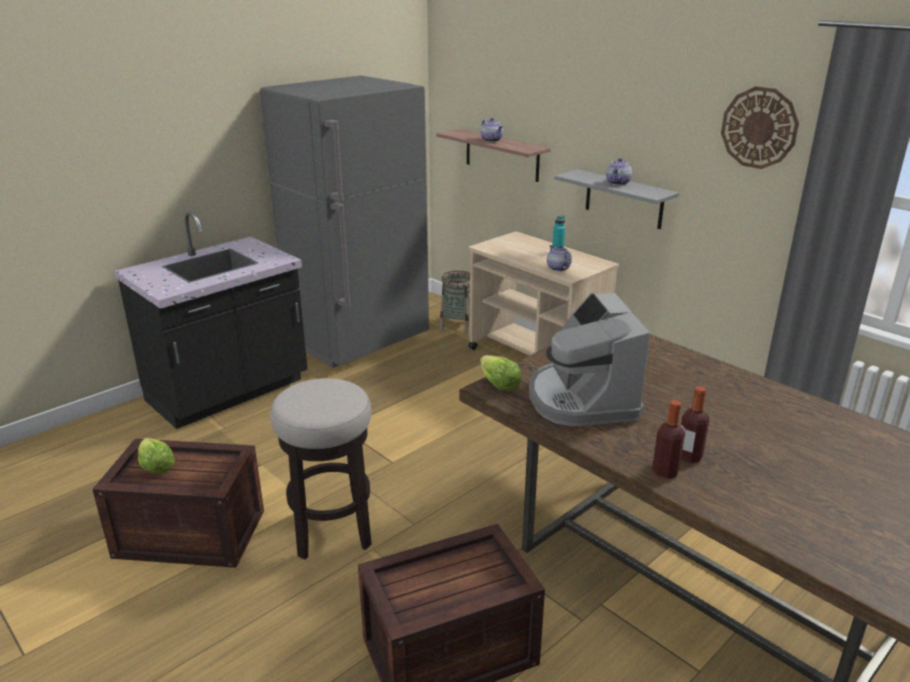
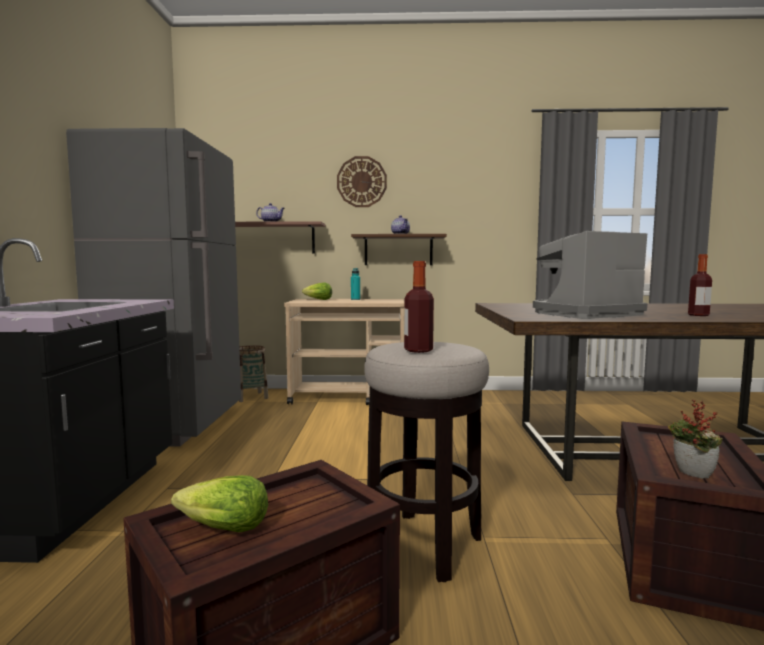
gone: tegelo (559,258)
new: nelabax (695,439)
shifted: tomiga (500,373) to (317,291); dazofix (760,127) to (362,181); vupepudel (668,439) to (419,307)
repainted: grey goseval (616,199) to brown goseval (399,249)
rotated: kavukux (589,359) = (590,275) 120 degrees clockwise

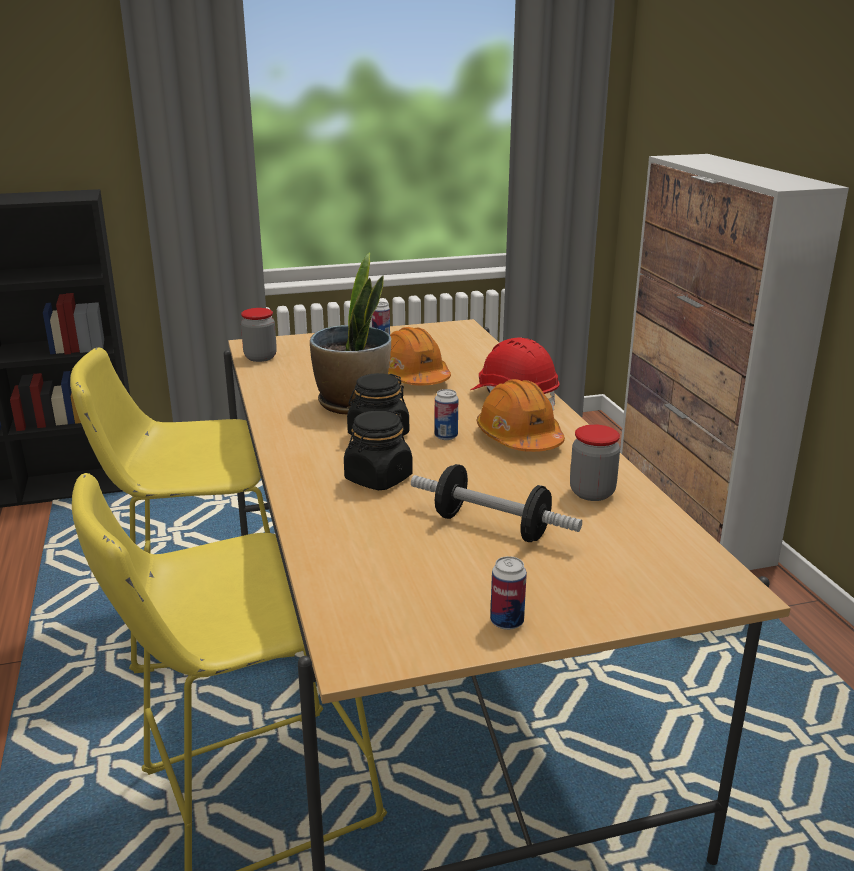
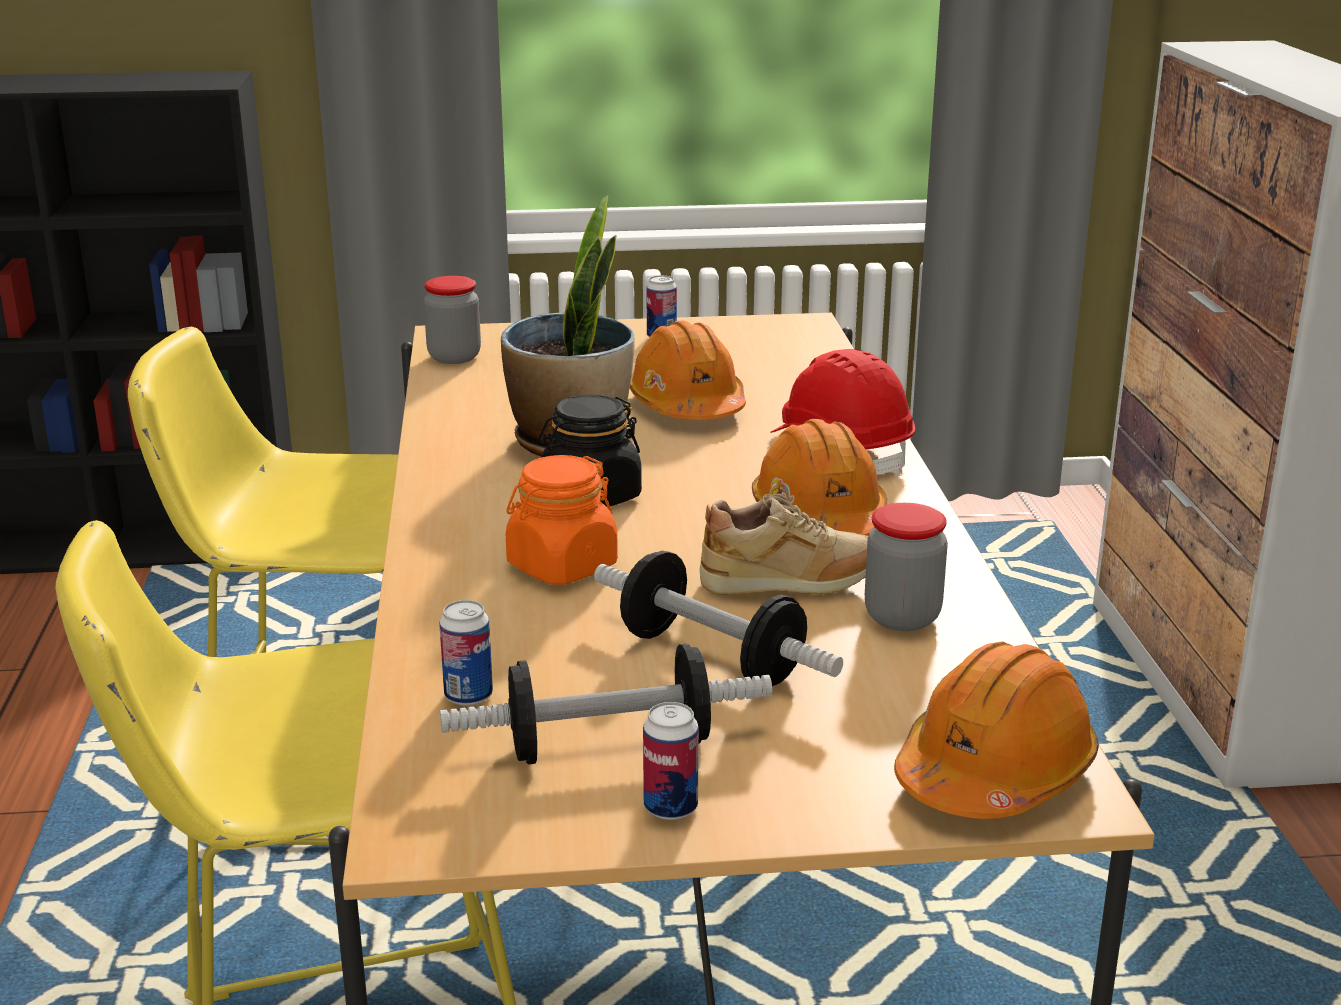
new: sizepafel (606,704); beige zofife (784,544); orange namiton (996,730)
shifted: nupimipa (446,414) to (466,653)
repainted: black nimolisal (378,450) to orange nimolisal (562,519)

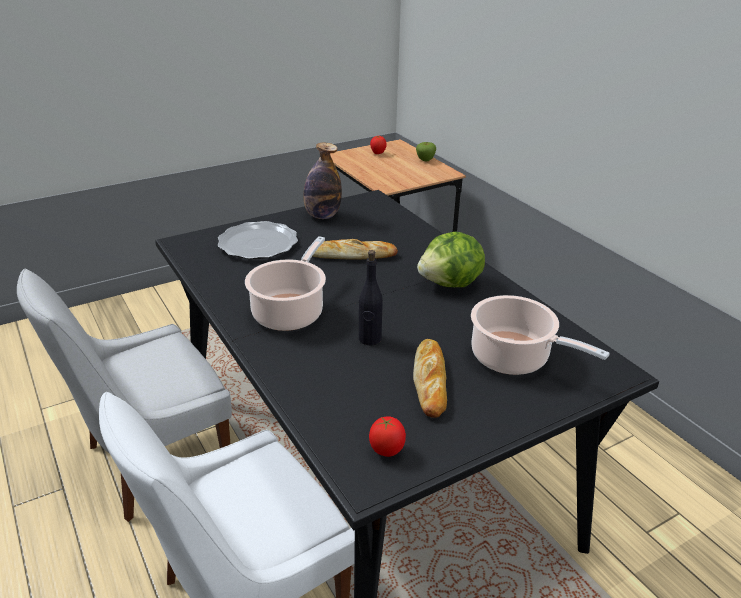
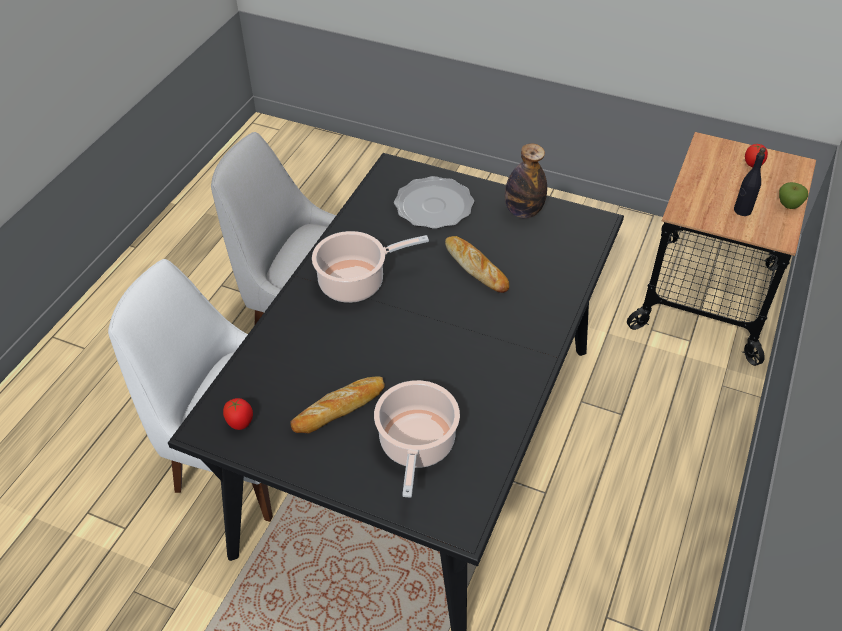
gone: tomiga (451,259)
shifted: black vupepudel (371,297) to (750,182)

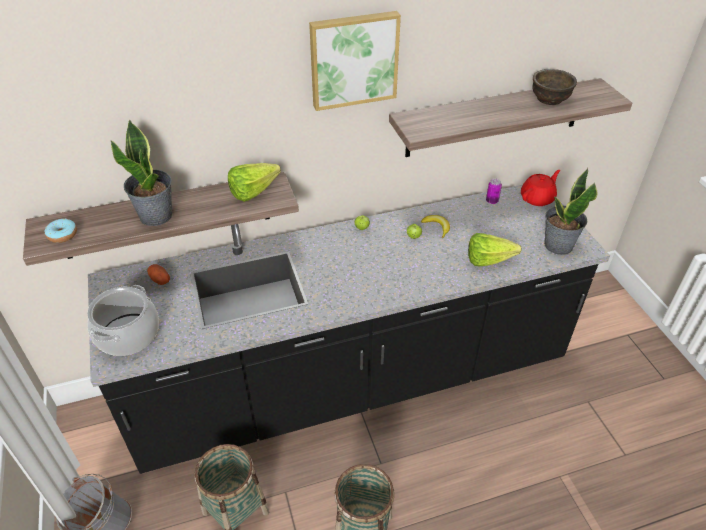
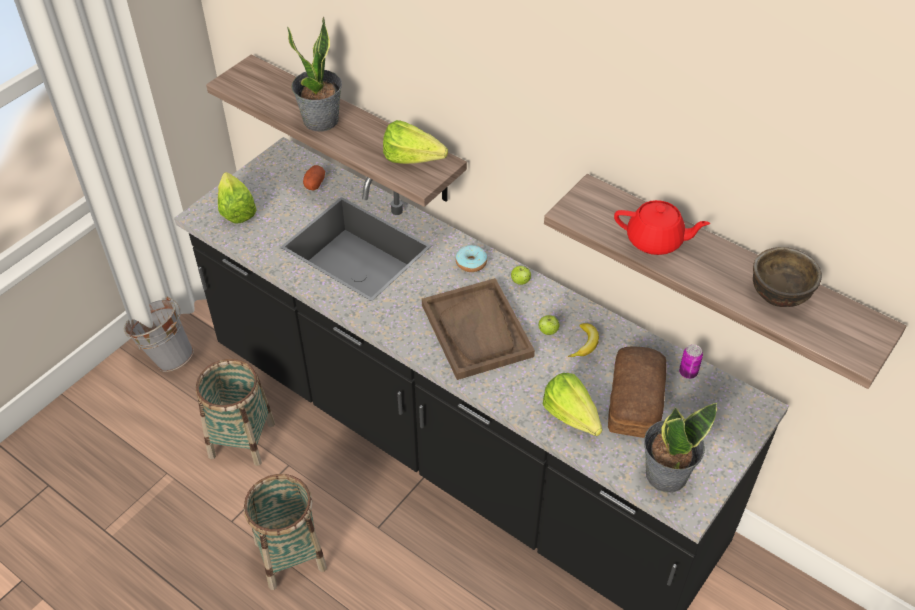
gone: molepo (355,61)
new: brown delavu (478,329); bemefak (637,392)
shifted: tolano (61,230) to (471,258); red tegelo (540,188) to (662,227)
swapped: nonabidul (123,320) to tomiga (237,198)

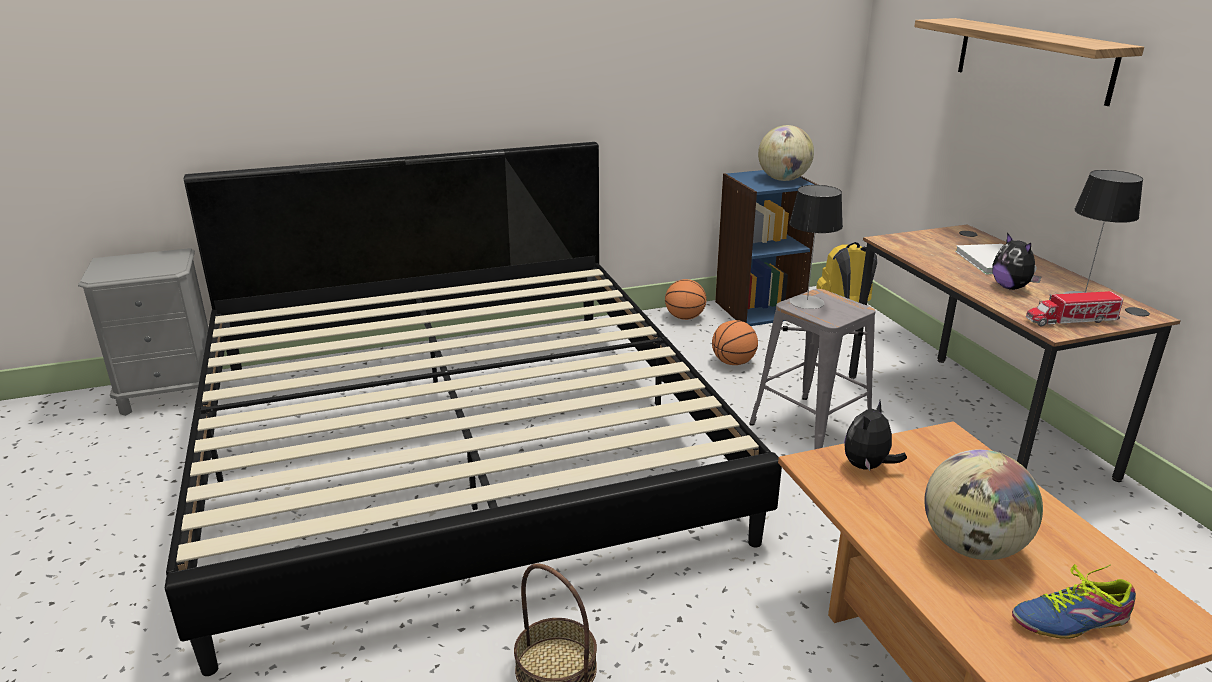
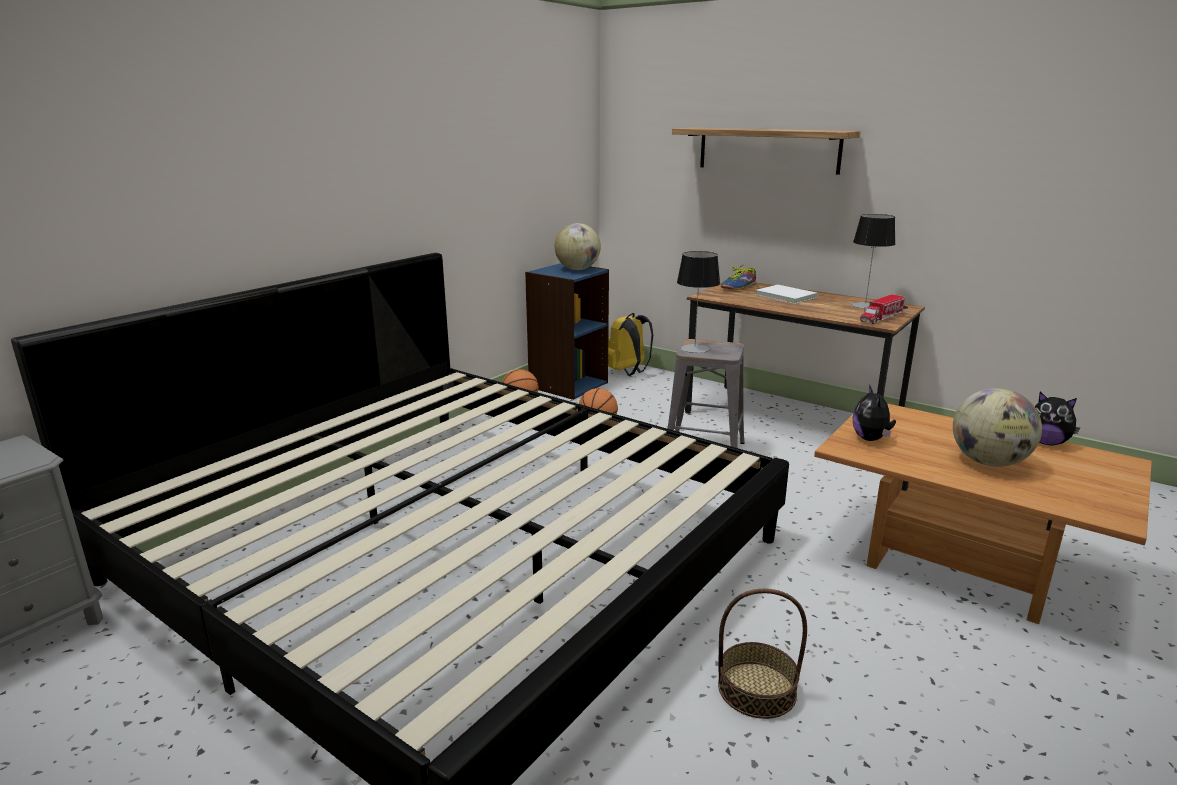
shifted: zofife (1074,601) to (738,277); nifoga (1017,261) to (1057,418)

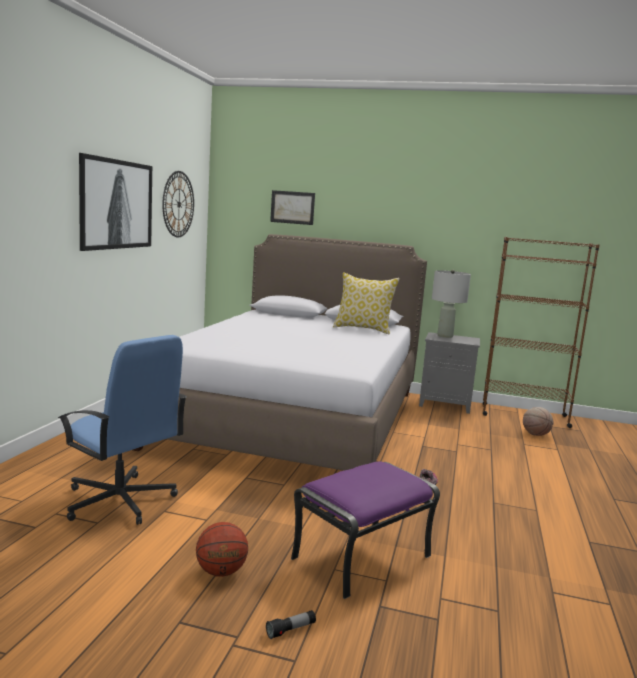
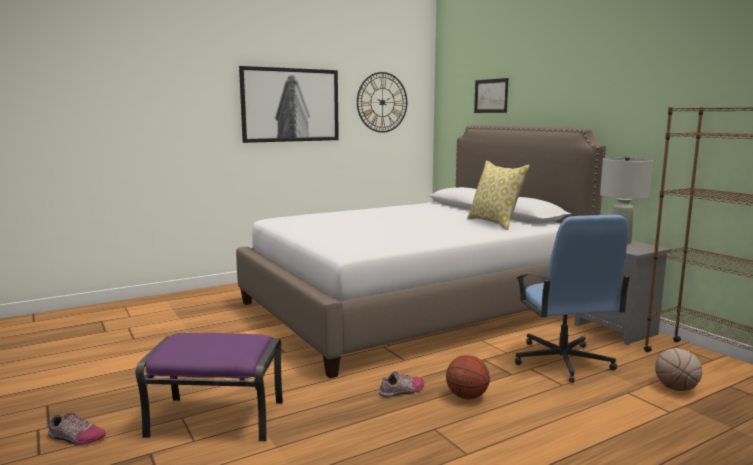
shifted: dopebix (222,549) to (468,377); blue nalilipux (122,430) to (573,299)
swapped: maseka (291,624) to zofife (77,428)

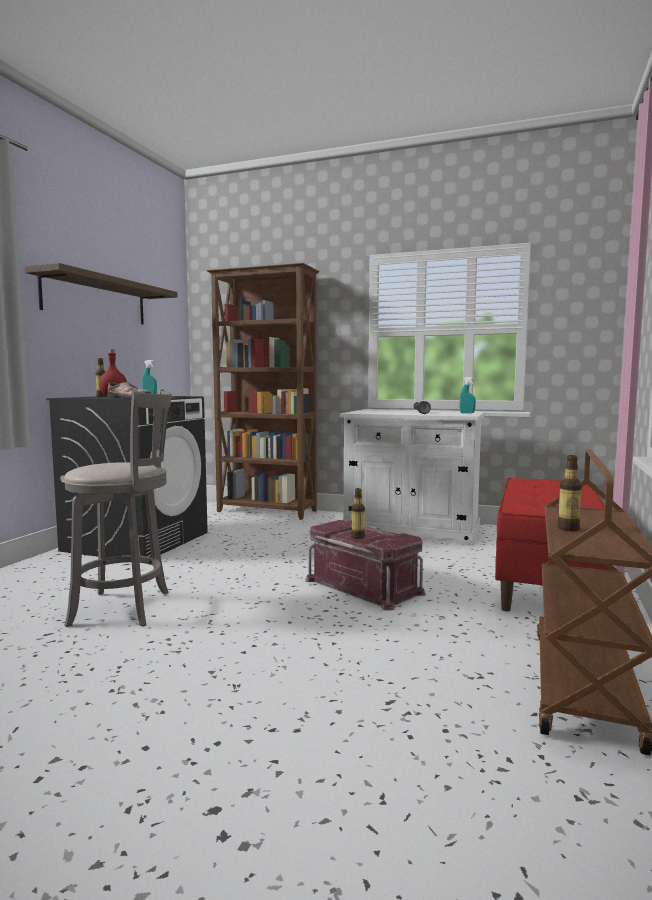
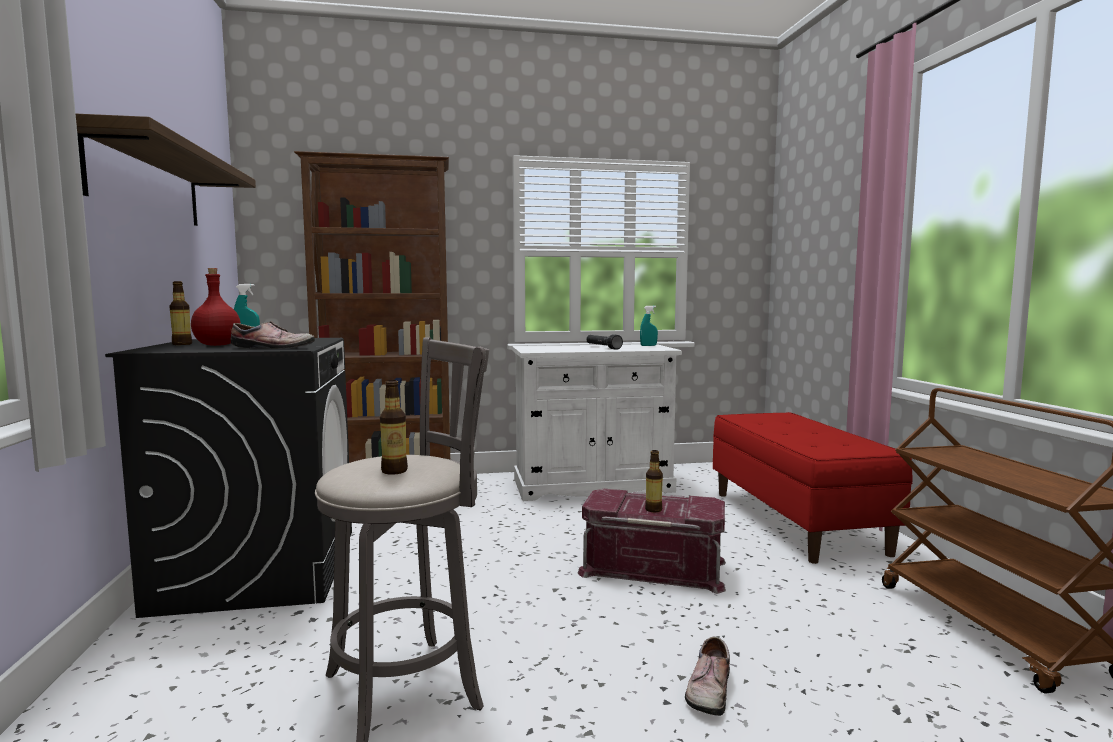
new: zofife (707,676)
shifted: vupepudel (569,493) to (394,427)

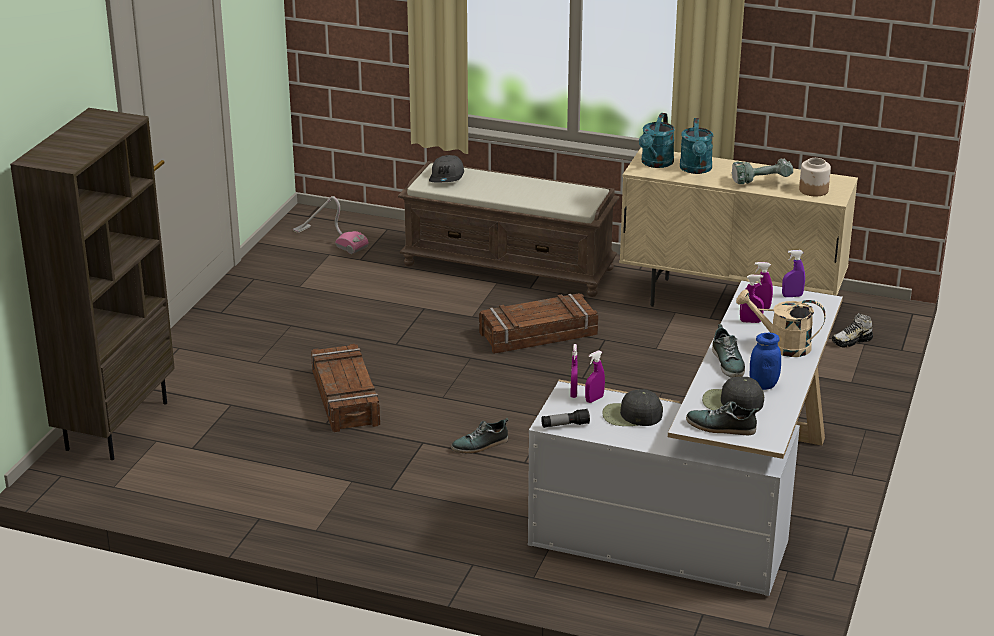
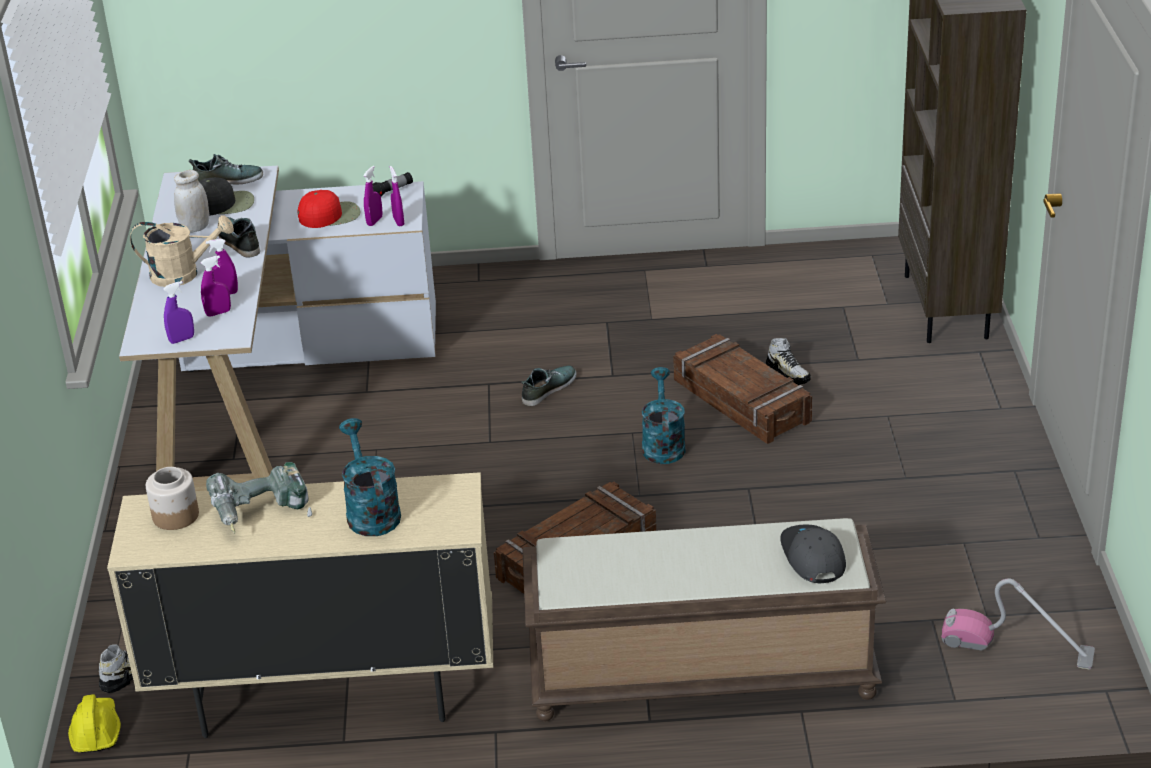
new: yellow namiton (94,723); zofife (788,361)
shifted: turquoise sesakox (657,140) to (664,415)
repainted: blue nimolisal (765,361) to white nimolisal (191,201); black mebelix (633,407) to red mebelix (329,209)

